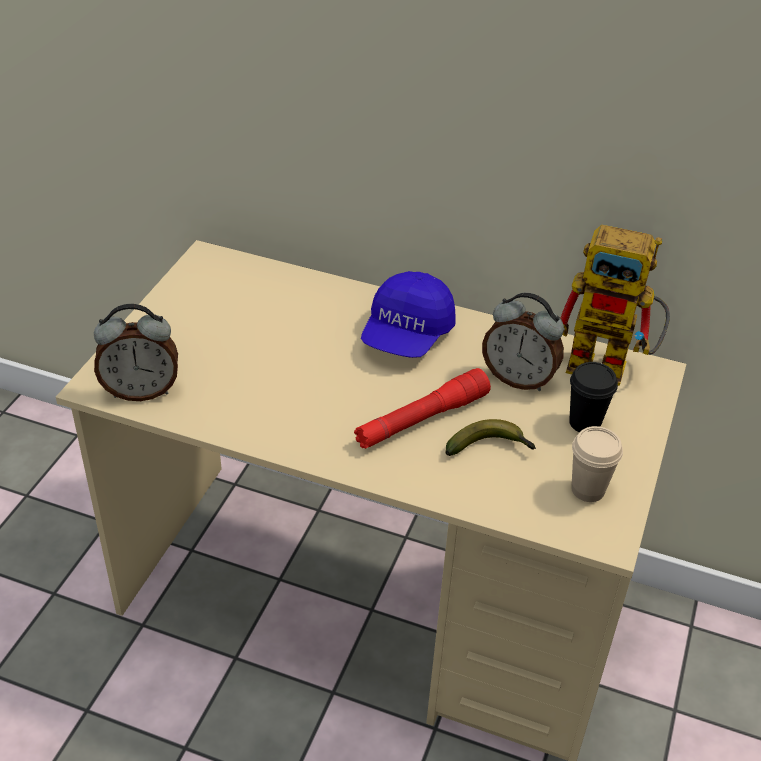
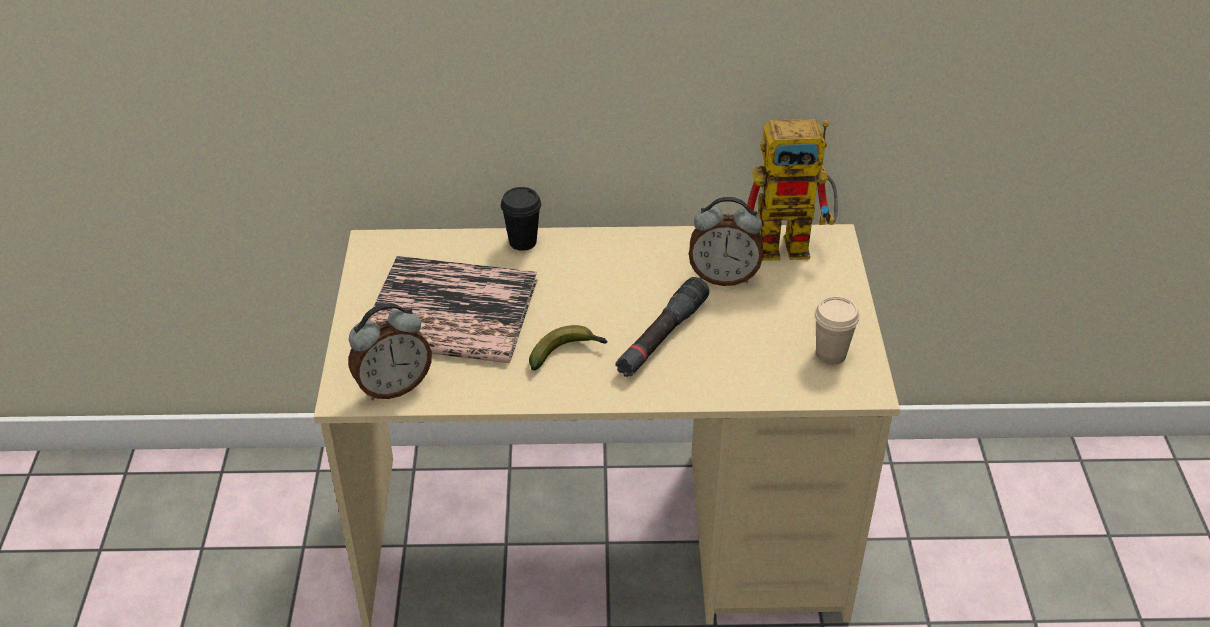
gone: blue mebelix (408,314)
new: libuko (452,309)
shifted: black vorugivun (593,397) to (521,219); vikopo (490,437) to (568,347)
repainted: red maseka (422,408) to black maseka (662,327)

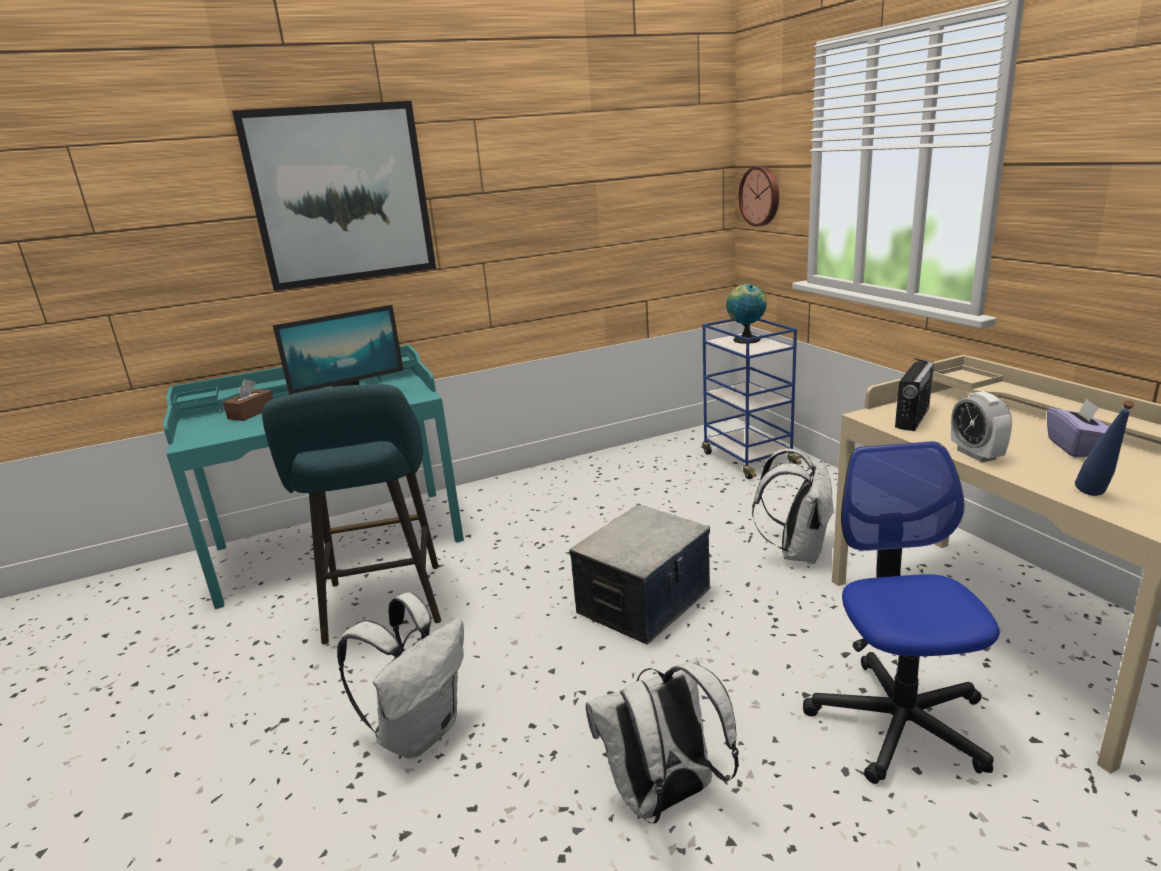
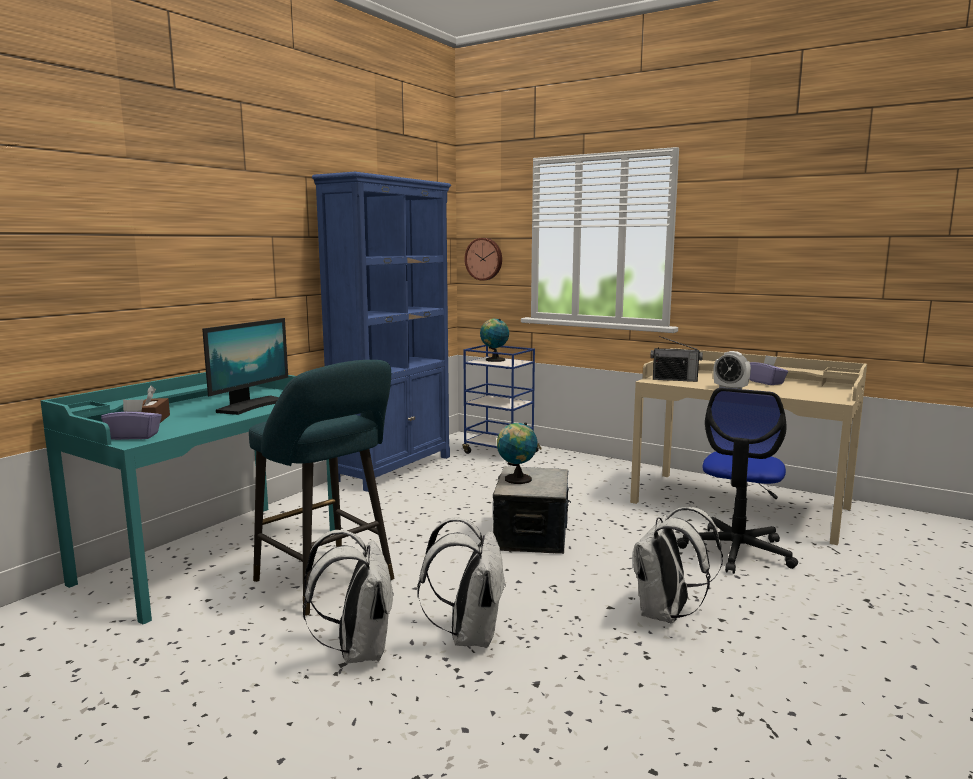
gone: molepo (334,196); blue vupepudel (1105,448)
new: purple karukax (131,419); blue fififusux (381,332); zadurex (517,453)
shifted: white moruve (793,506) to (348,596)
rotated: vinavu (914,394) = (676,359) 105 degrees clockwise; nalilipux (901,612) = (737,481) 120 degrees counterclockwise

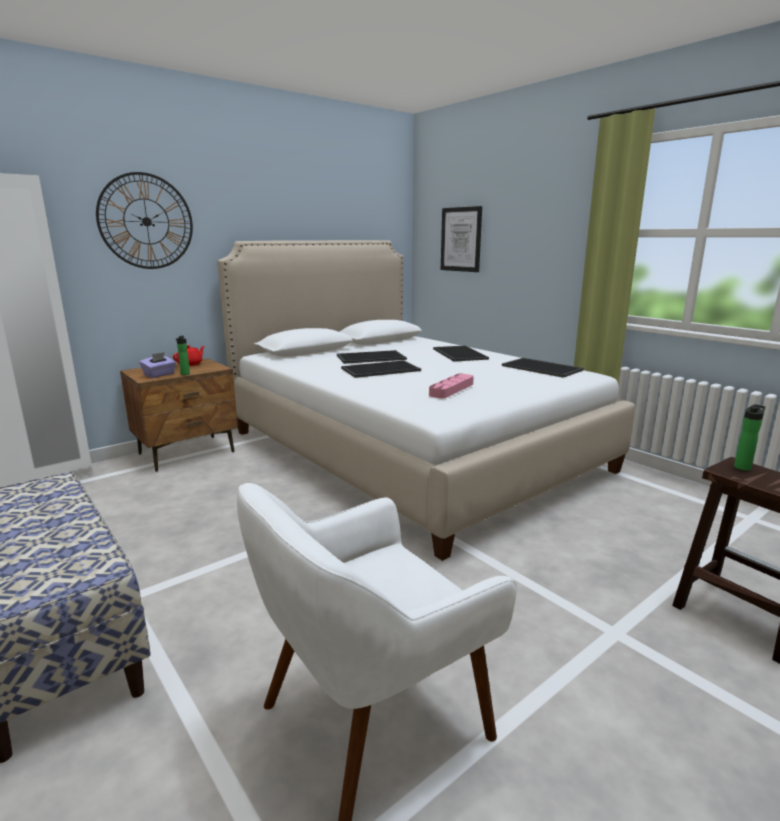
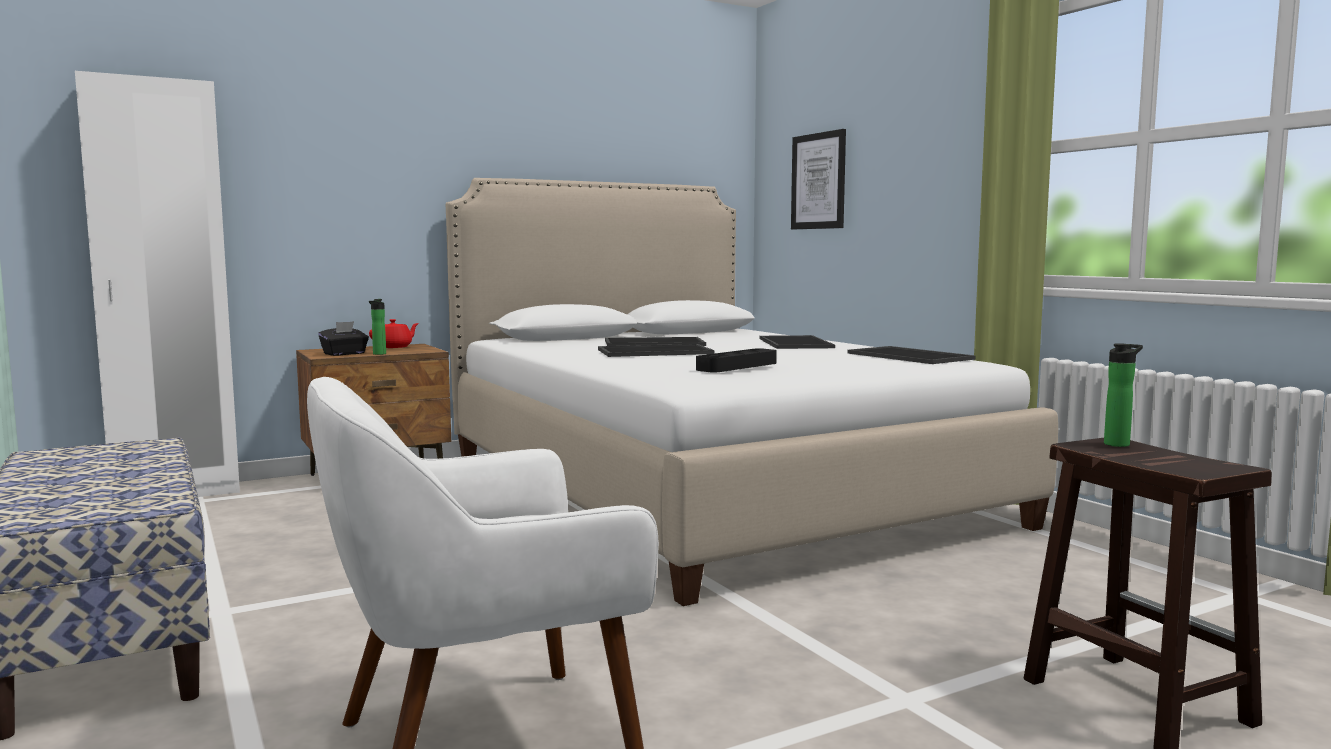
gone: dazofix (144,220)
repainted: purple karukax (158,365) to black karukax (343,338); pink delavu (451,386) to black delavu (736,360)

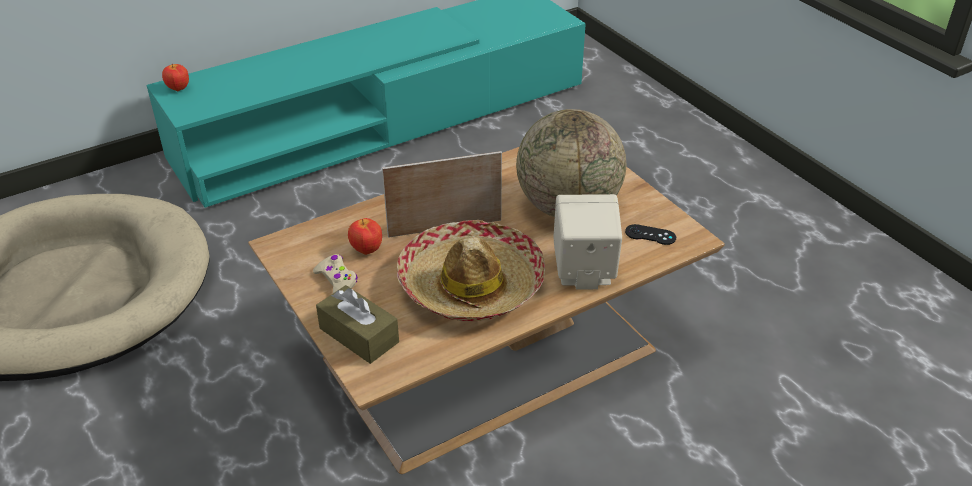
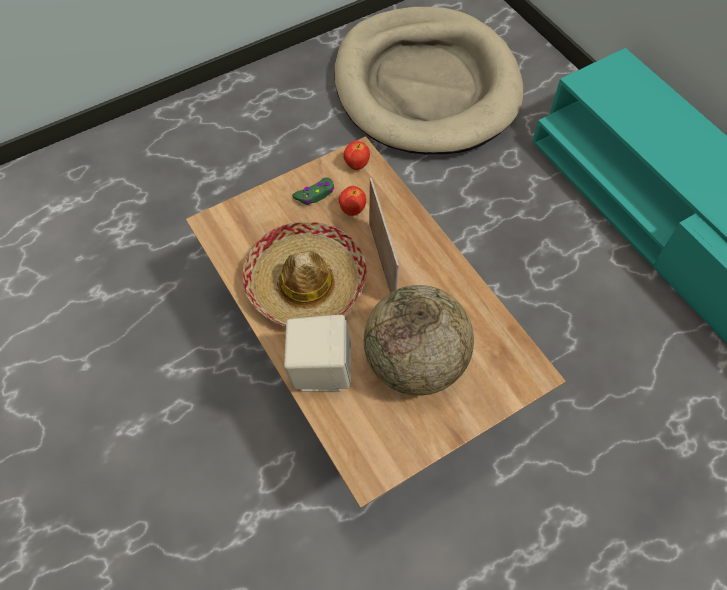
gone: brown karukax (357,324); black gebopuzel (650,234)
shifted: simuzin (175,77) to (356,155)
repainted: beige gebopuzel (335,273) to green gebopuzel (313,191)

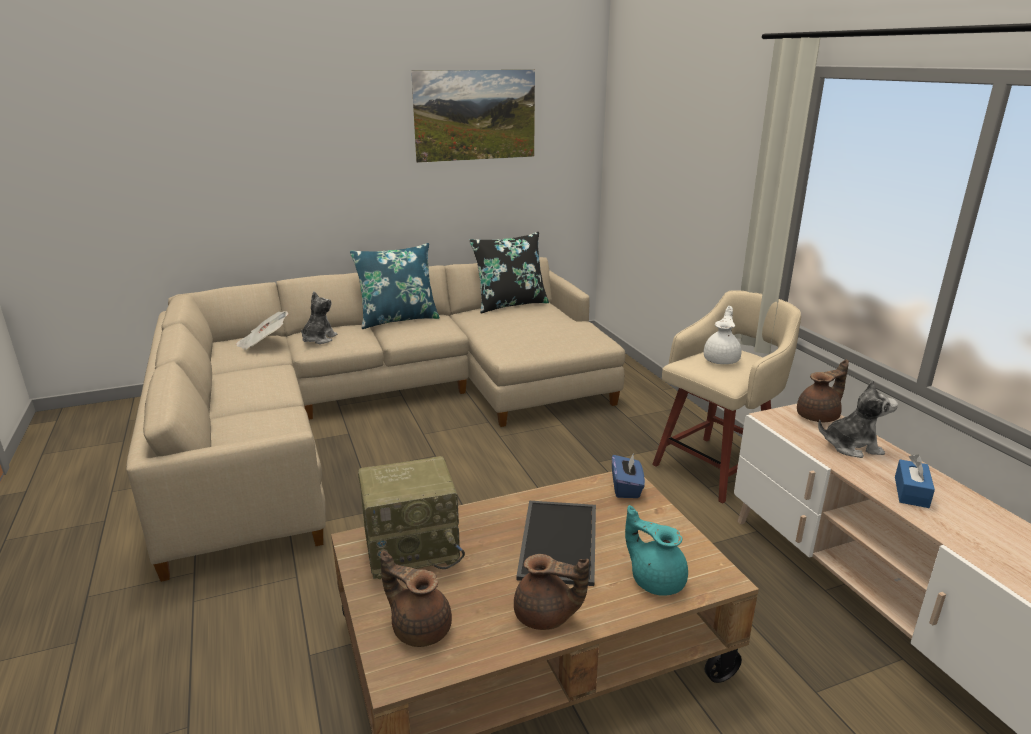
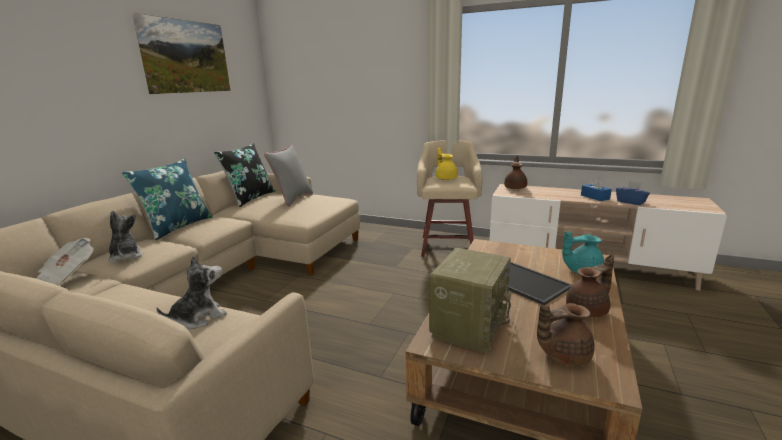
new: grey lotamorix (288,175)
shifted: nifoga (858,419) to (191,292); blue karukax (628,475) to (633,193)
repainted: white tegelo (723,335) to yellow tegelo (447,164)

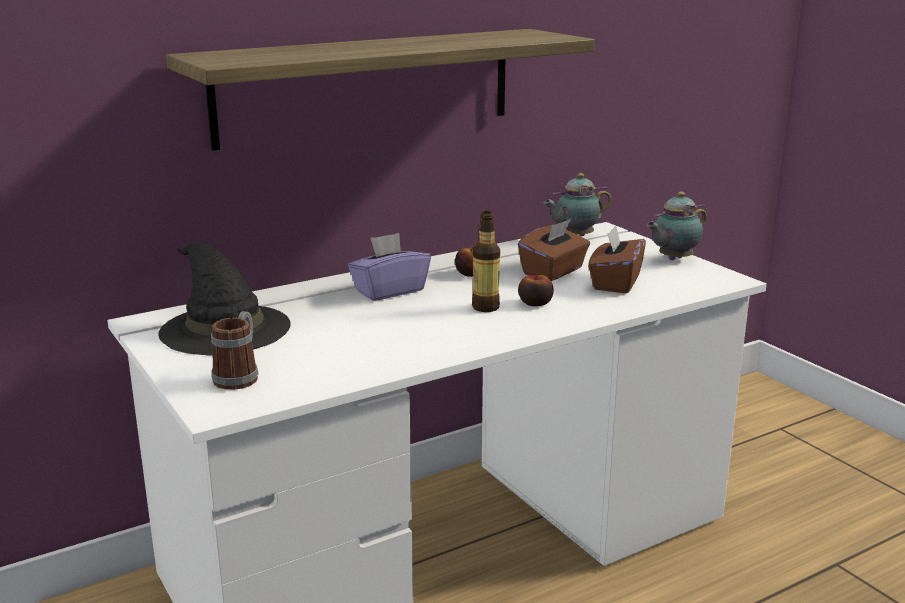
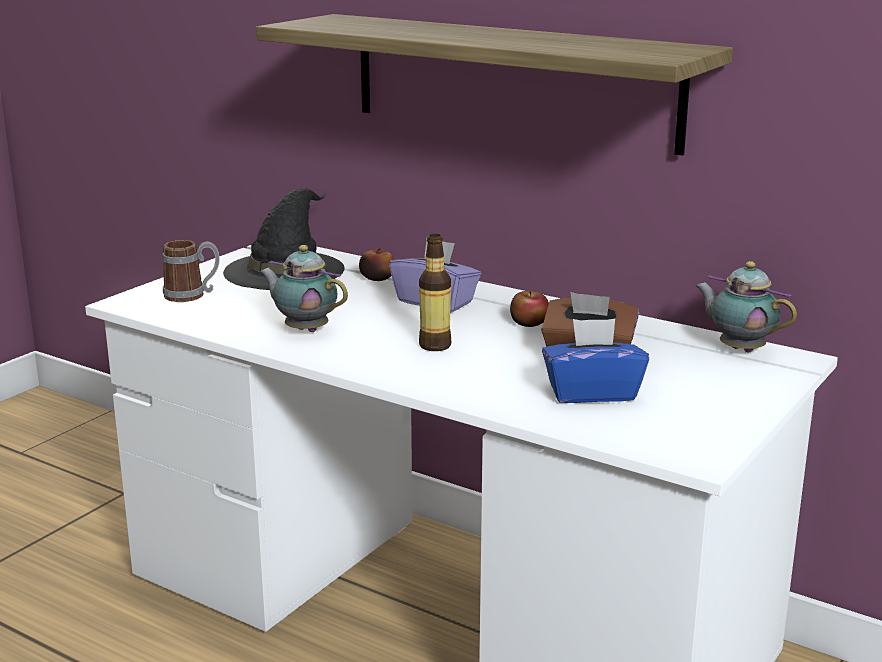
shifted: tegelo (677,226) to (304,288); simuzin (536,289) to (376,264)
repainted: brown karukax (617,259) to blue karukax (595,361)

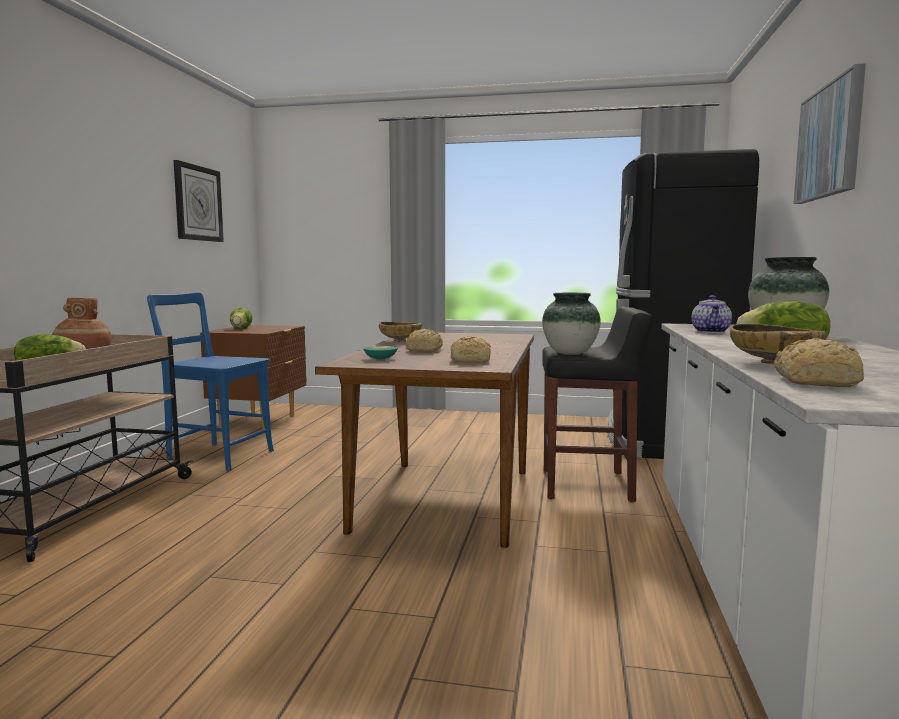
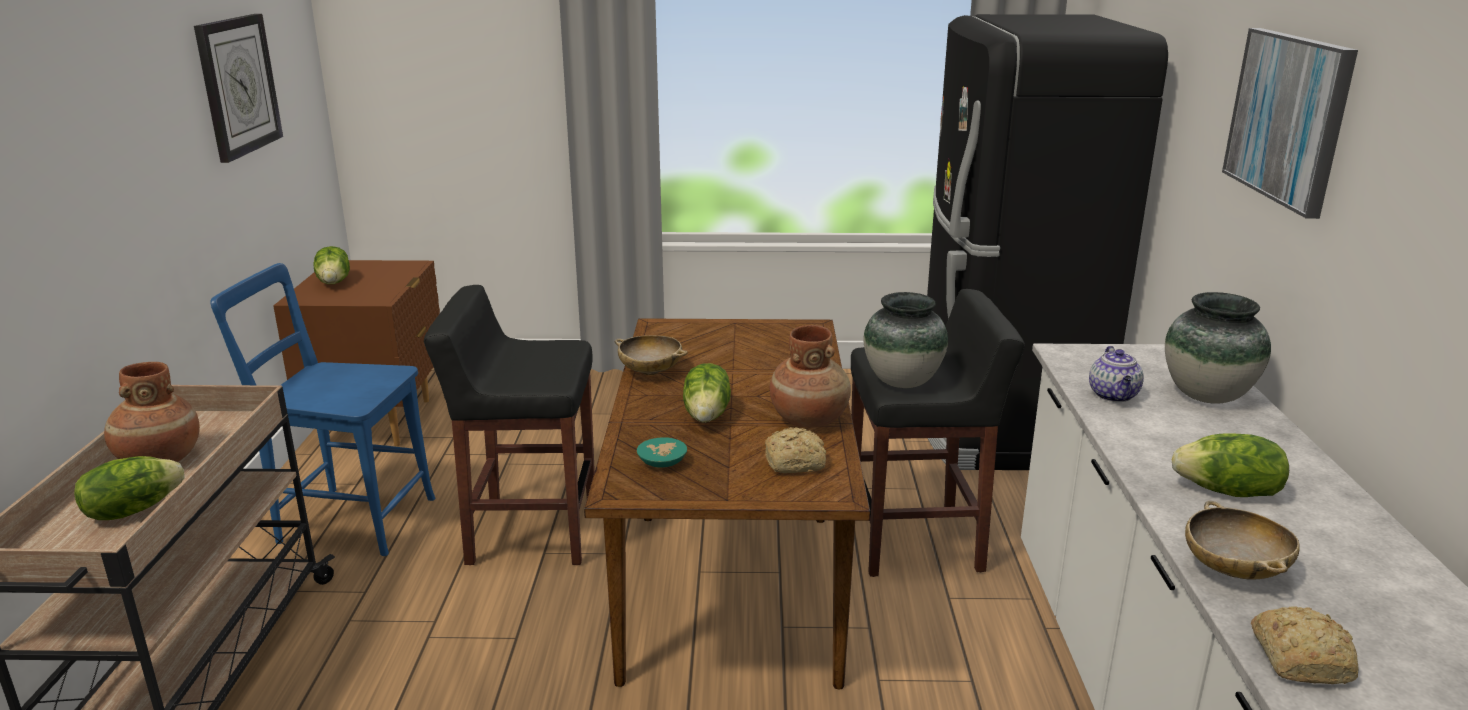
new: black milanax (509,425); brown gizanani (810,376)
swapped: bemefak (424,340) to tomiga (707,393)

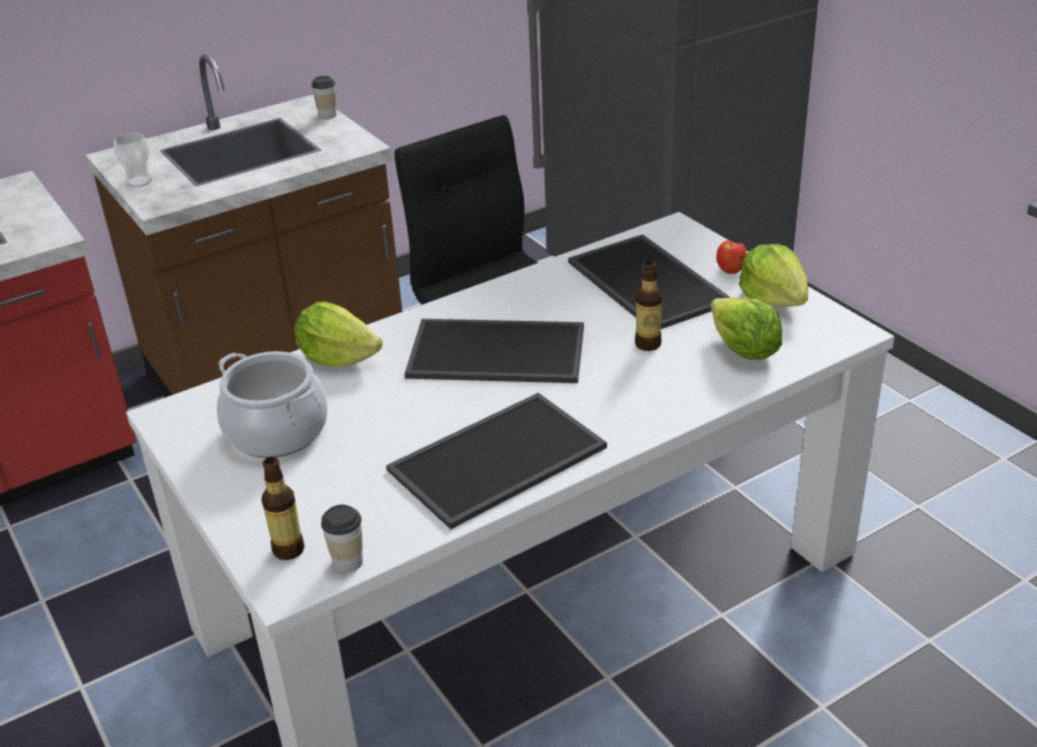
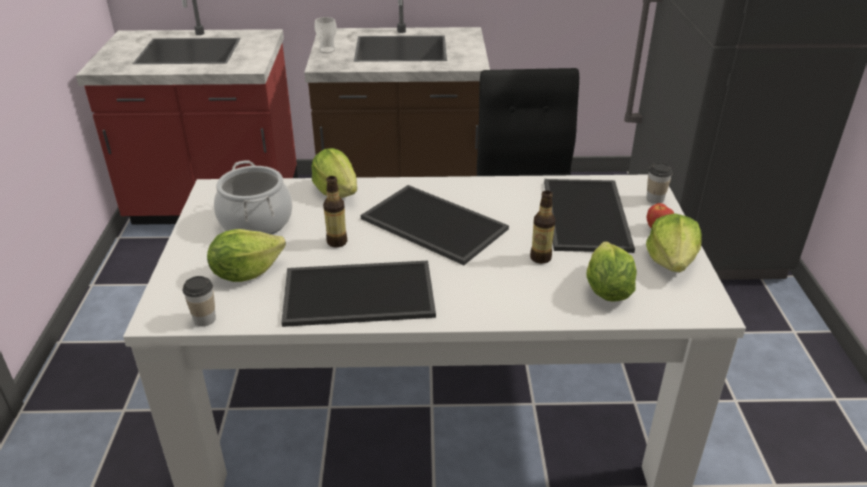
new: tomiga (246,255)
shifted: vupepudel (283,508) to (335,211); vorugivun (324,97) to (659,183)

